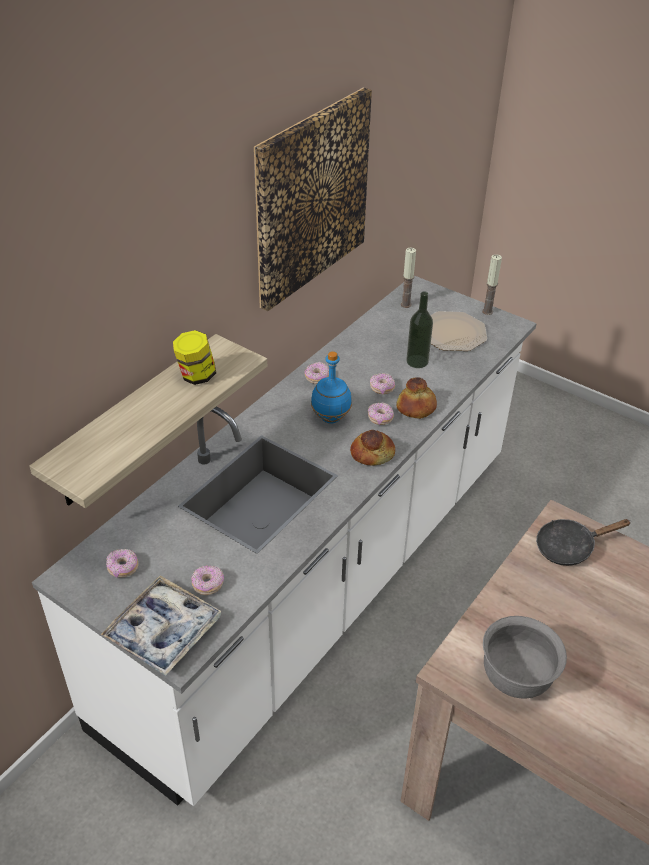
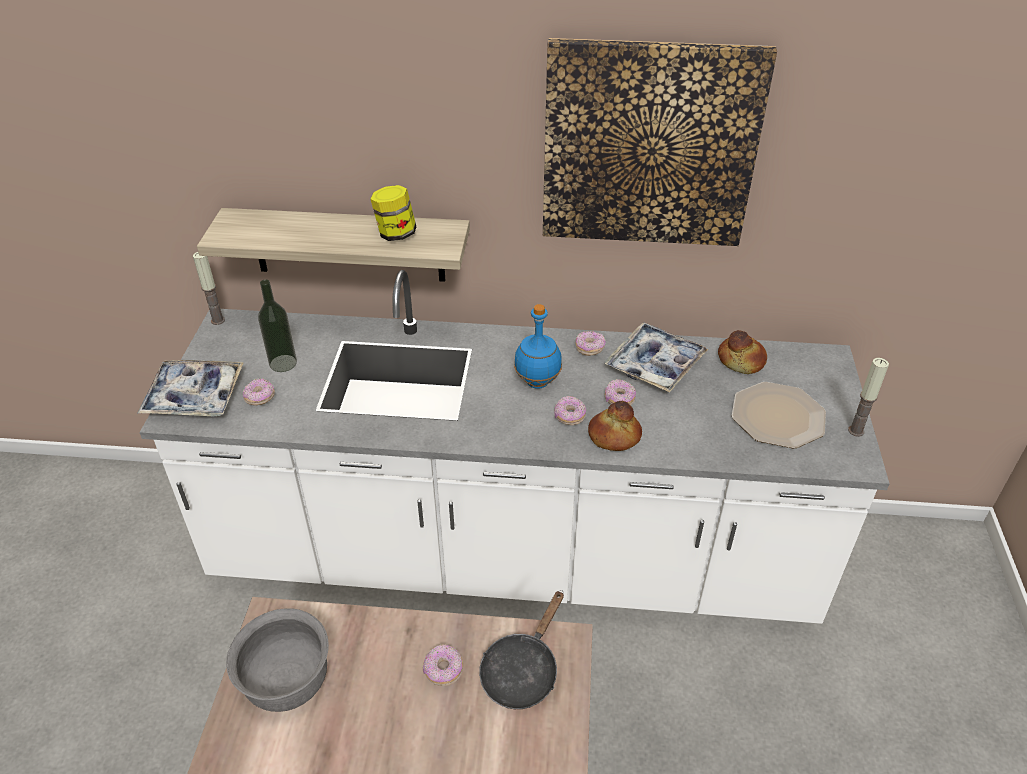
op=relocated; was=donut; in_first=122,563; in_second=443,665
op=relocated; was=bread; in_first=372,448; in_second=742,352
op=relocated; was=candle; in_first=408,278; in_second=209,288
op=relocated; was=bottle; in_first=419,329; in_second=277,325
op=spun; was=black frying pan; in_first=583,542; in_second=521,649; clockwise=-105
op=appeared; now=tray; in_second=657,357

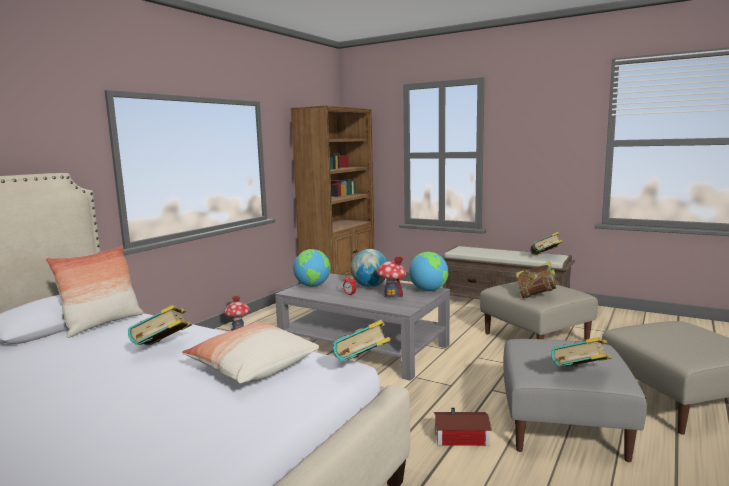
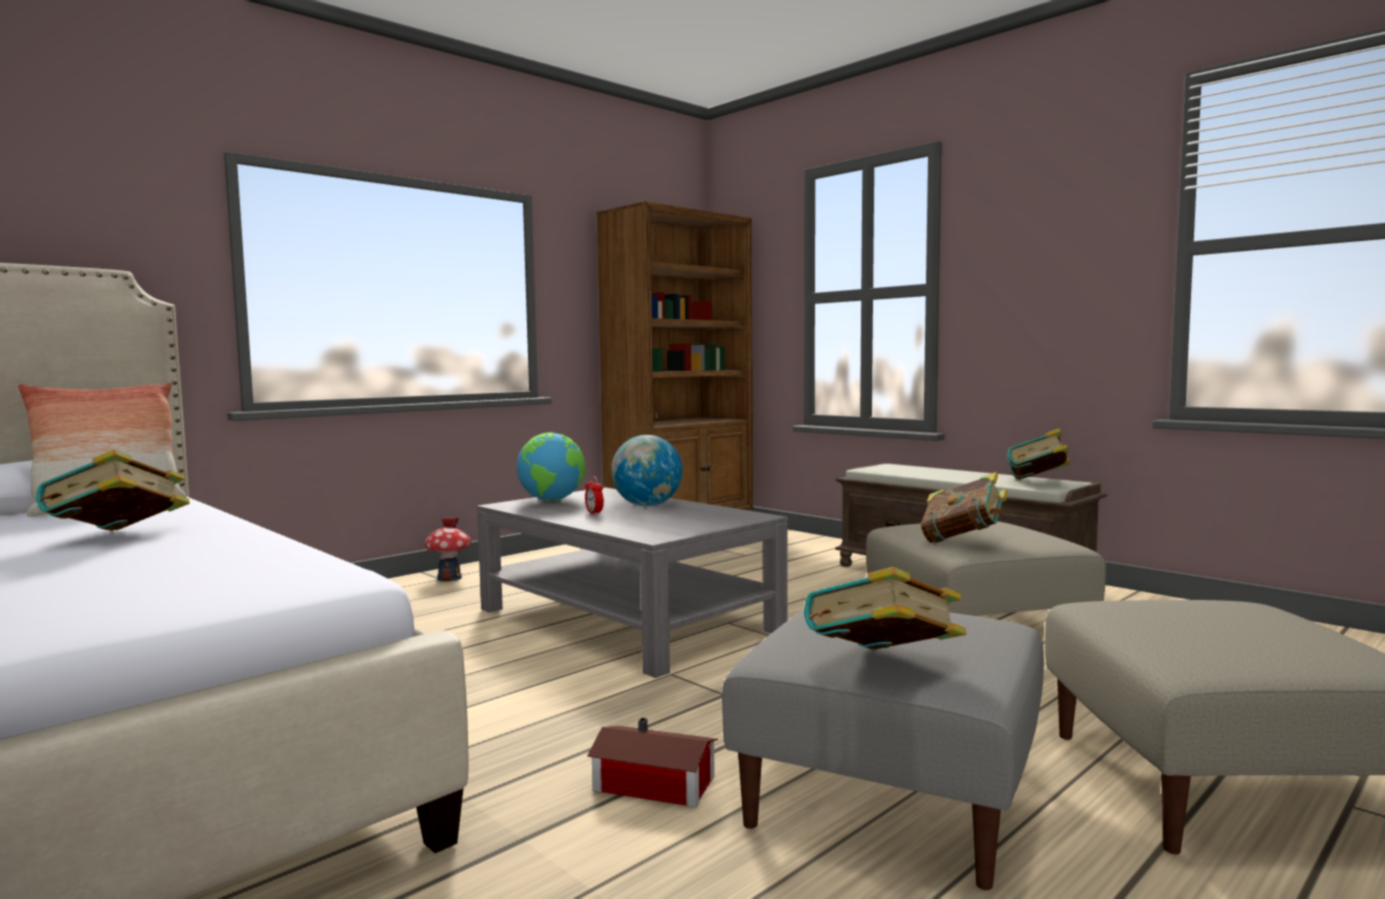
op=missing; was=pillow; in_first=250,353
op=missing; was=book; in_first=362,340
op=missing; was=toy house; in_first=391,276
op=missing; was=globe; in_first=428,271

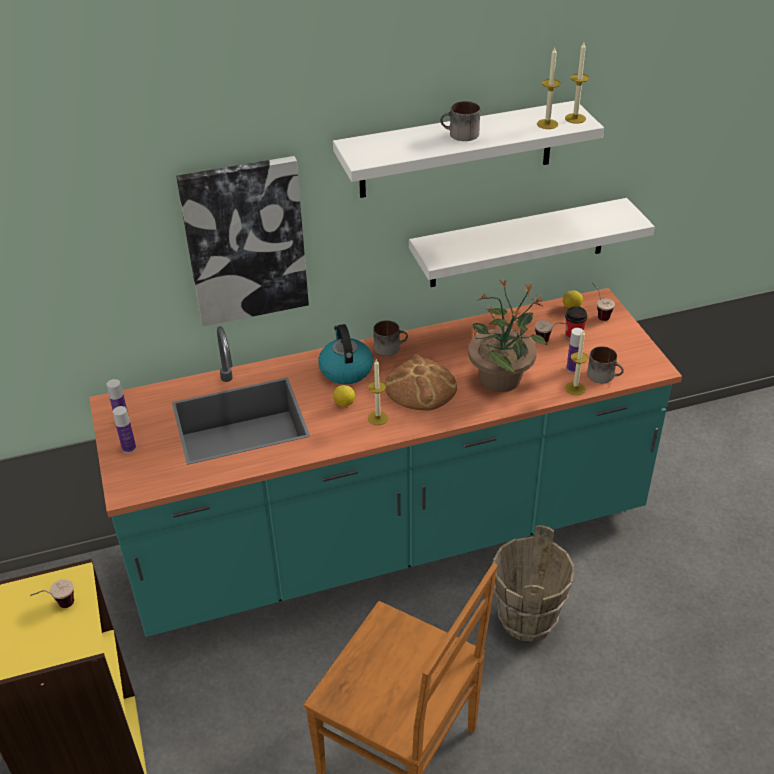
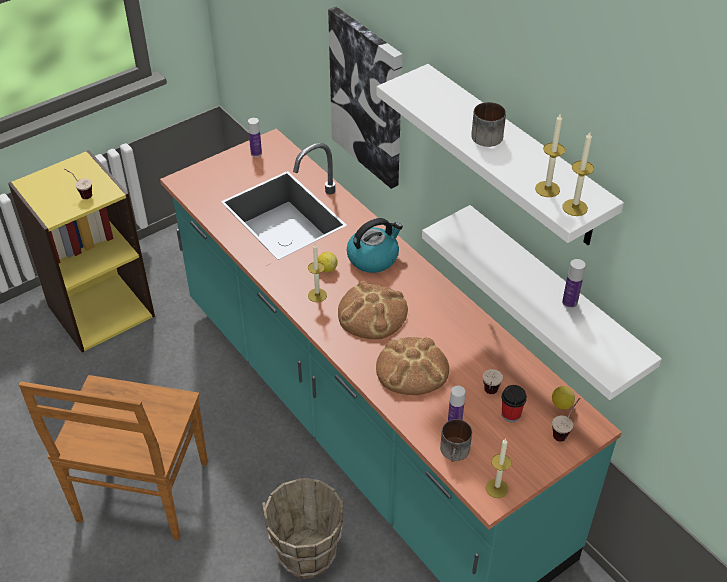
op=relocated; was=bottle; in_first=124,429; in_second=573,283
op=missing; was=mug; in_first=390,338
op=exchanged; was=potted plant; now=bread; in_first=507,336; in_second=412,366
op=relocated; was=candle; in_first=576,362; in_second=498,468

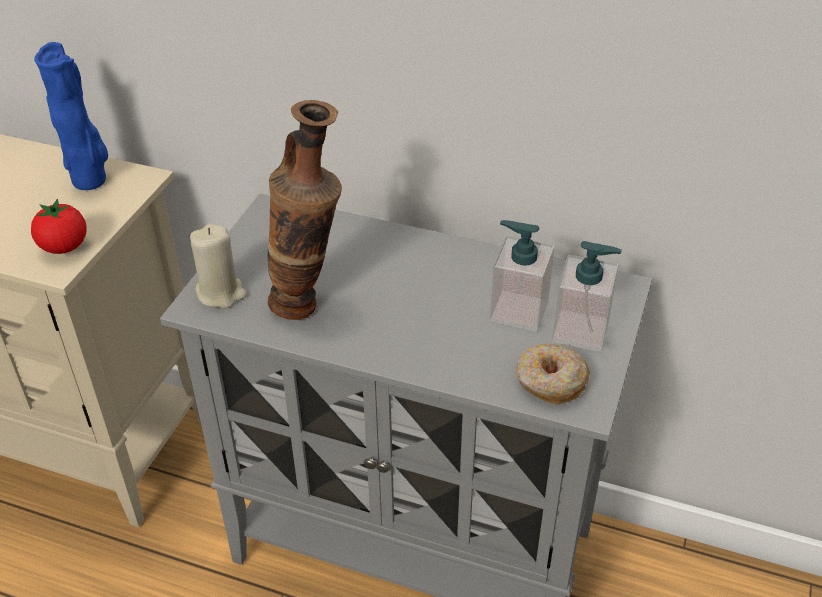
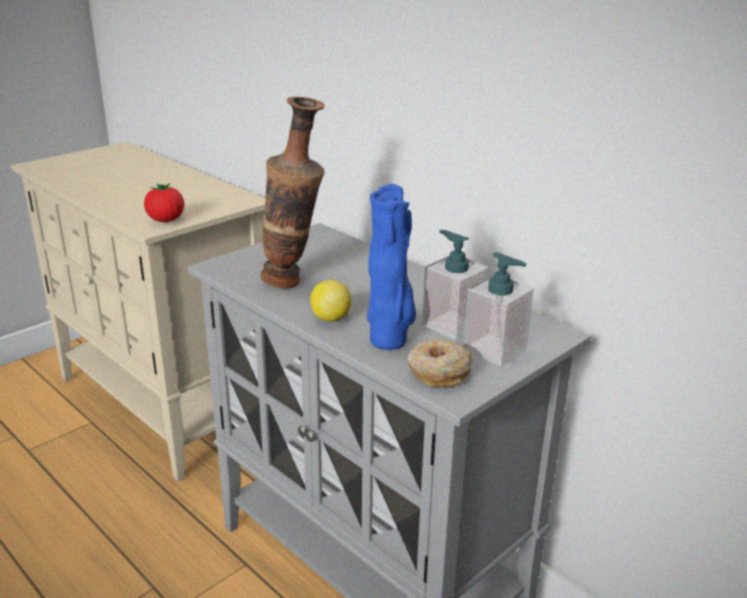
op=relocated; was=blue vase; in_first=71,116; in_second=391,267
op=missing; was=beige candle; in_first=218,266
op=appeared; now=lemon; in_second=330,301

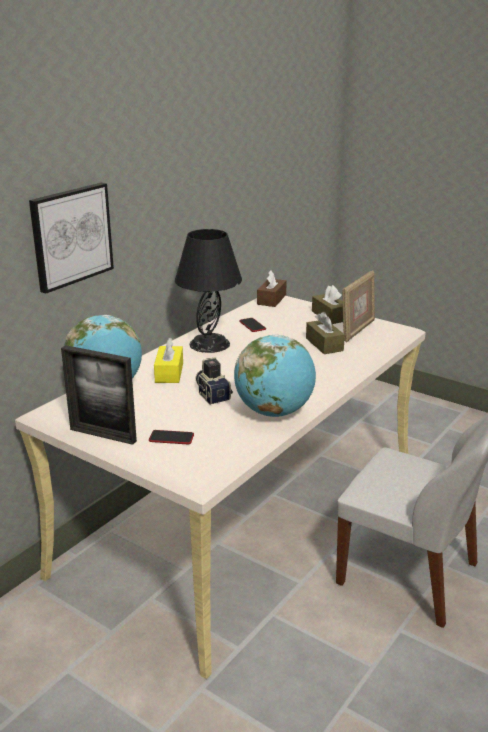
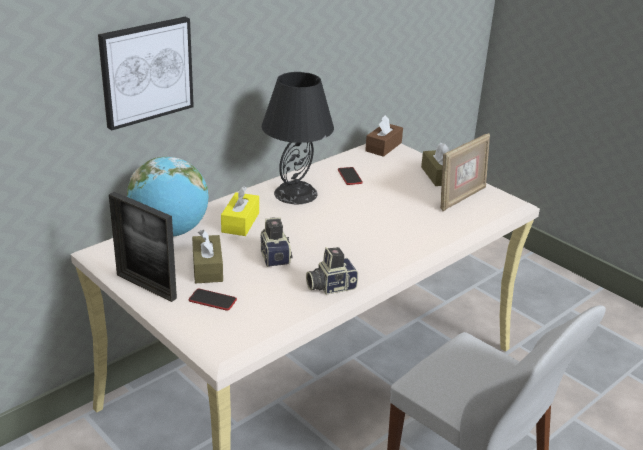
op=exchanged; was=globe; now=photo camera; in_first=275,375; in_second=332,271
op=relocated; was=brown tissue box; in_first=325,333; in_second=207,256

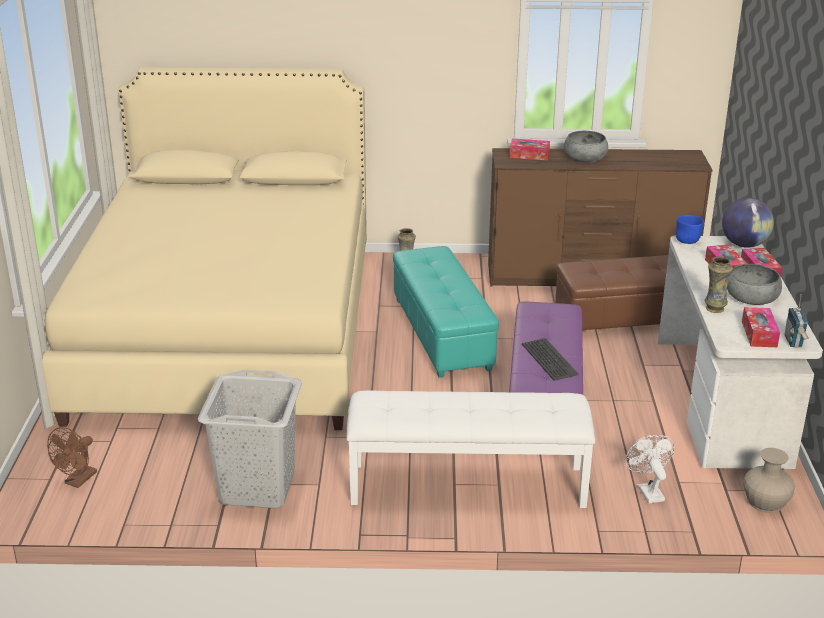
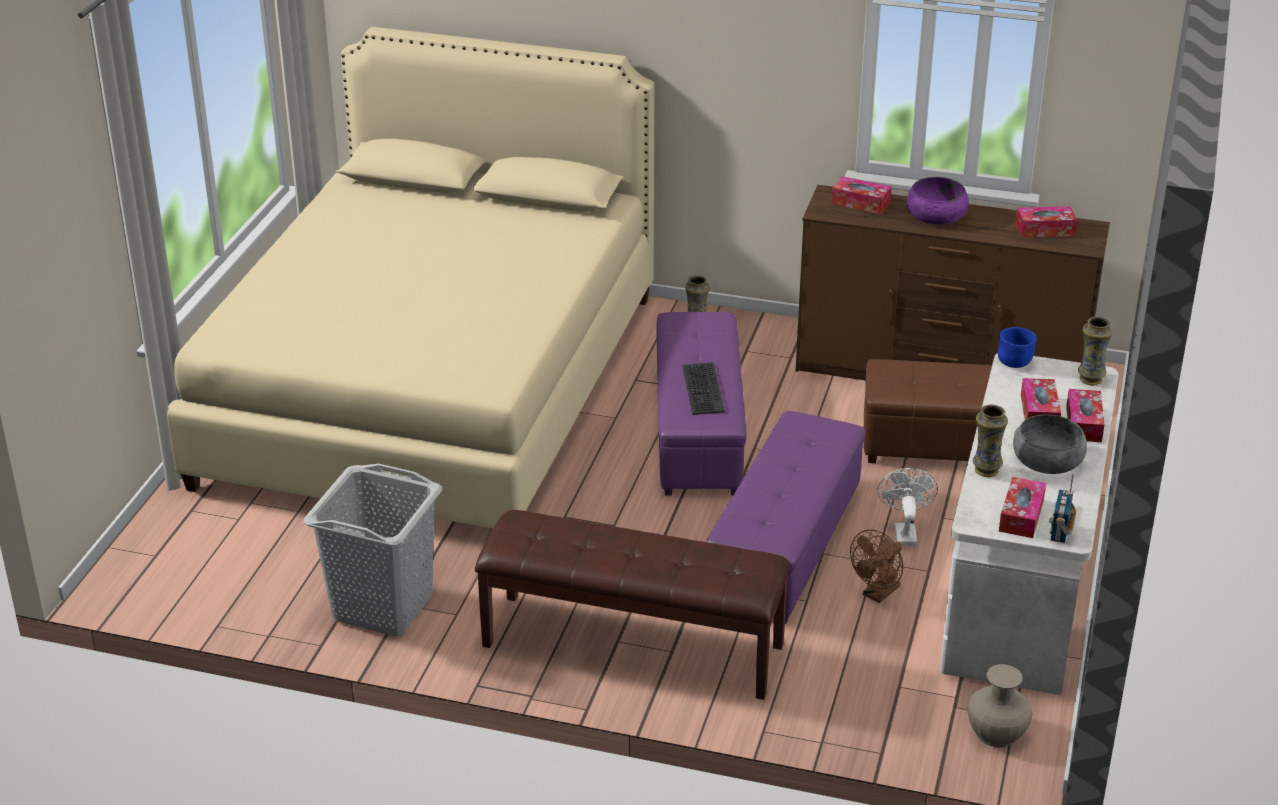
op=relocated; was=brown fan; in_first=72,457; in_second=876,566
op=colour; was=white bench; now=brown bench; in_first=471,449; in_second=632,605
op=colour; was=turquoise ottoman; now=purple ottoman; in_first=446,312; in_second=701,404
op=relocated; was=keyboard; in_first=550,359; in_second=704,388
op=colour; was=grey bowl; now=purple bowl; in_first=586,146; in_second=938,201
op=relocated; was=white fan; in_first=650,469; in_second=907,507
op=exchanged; was=globe; now=vase; in_first=748,223; in_second=1095,350
op=appeared; now=tissue box; in_second=1046,222

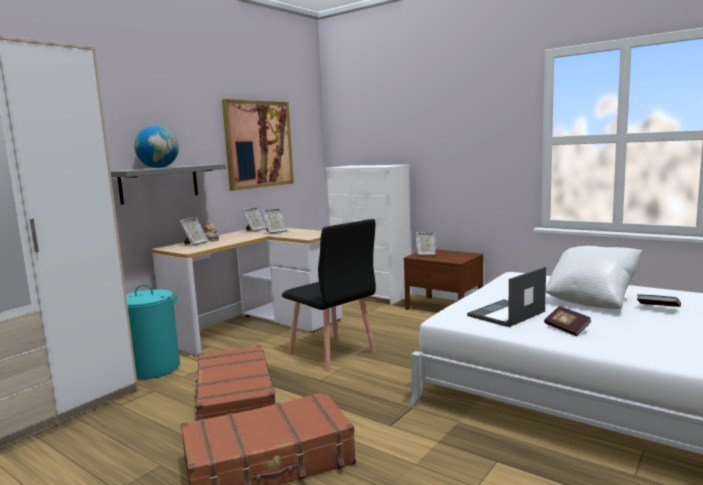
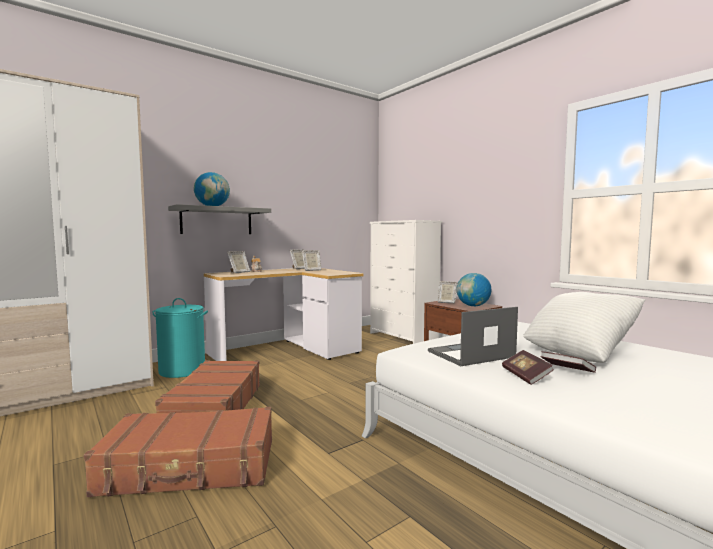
op=missing; was=picture; in_first=258,145
op=missing; was=black chair; in_first=329,295
op=relocated; was=book; in_first=659,301; in_second=568,362
op=appeared; now=globe; in_second=474,289

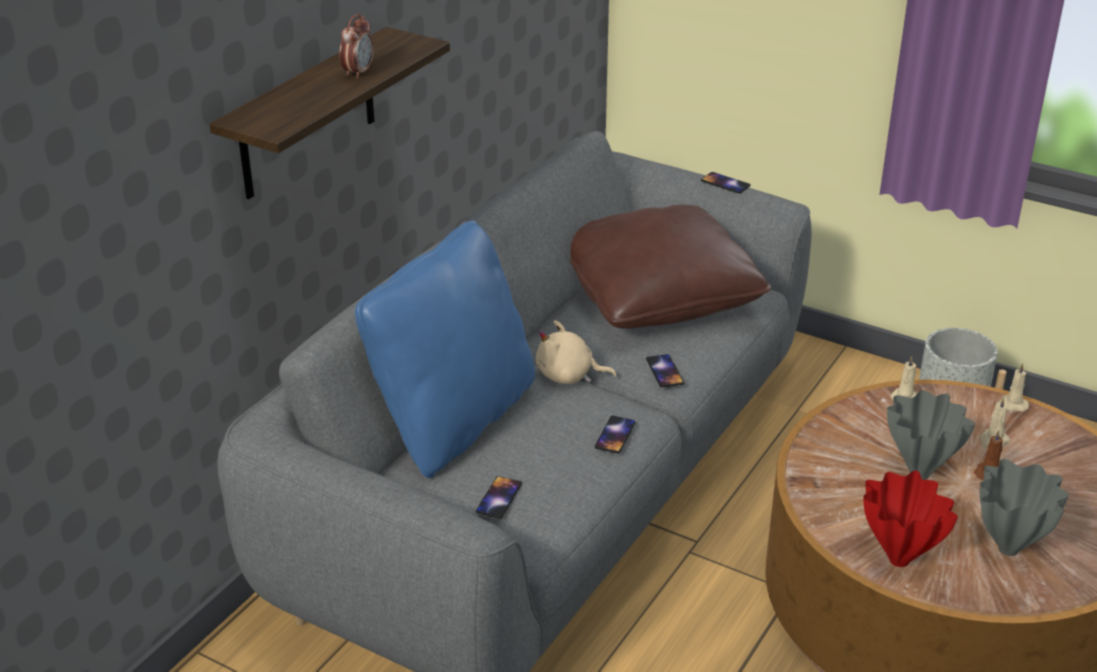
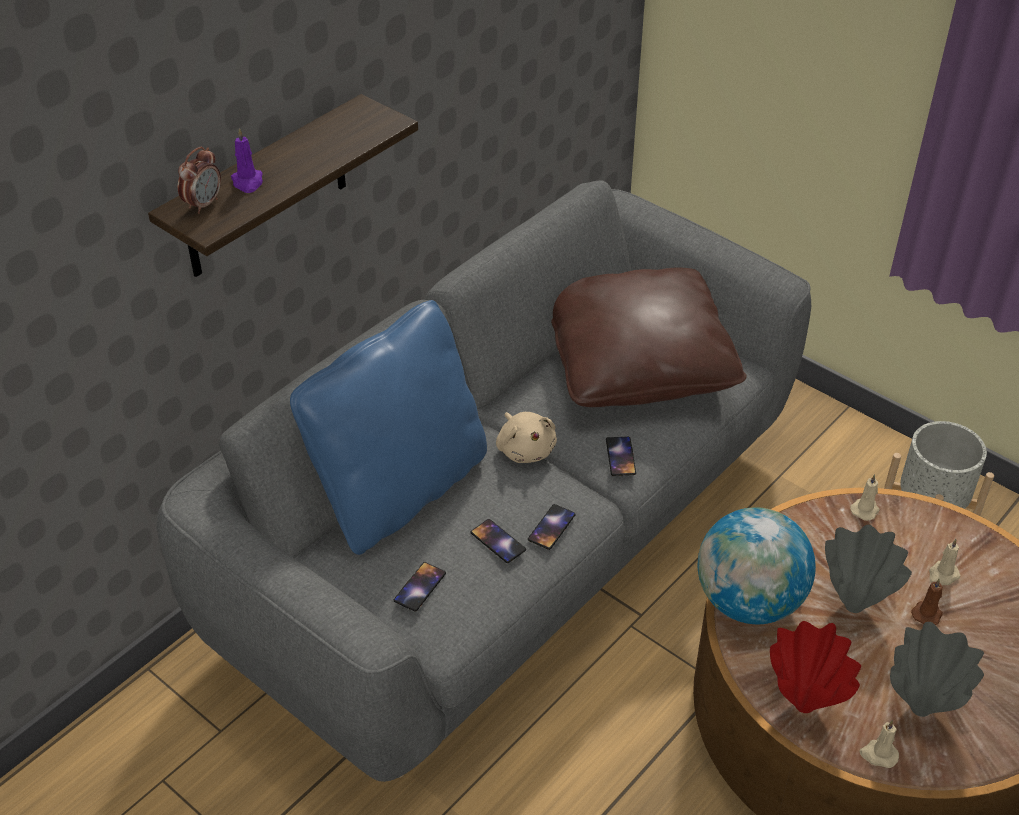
op=relocated; was=alarm clock; in_first=357,46; in_second=199,180
op=spun; was=beige plush toy; in_first=576,352; in_second=526,437; clockwise=-135
op=relocated; was=phone; in_first=726,183; in_second=498,541
op=relocated; was=beige candle; in_first=1012,387; in_second=879,744
op=appeared; now=purple candle; in_second=247,160
op=appeared; now=globe; in_second=757,565

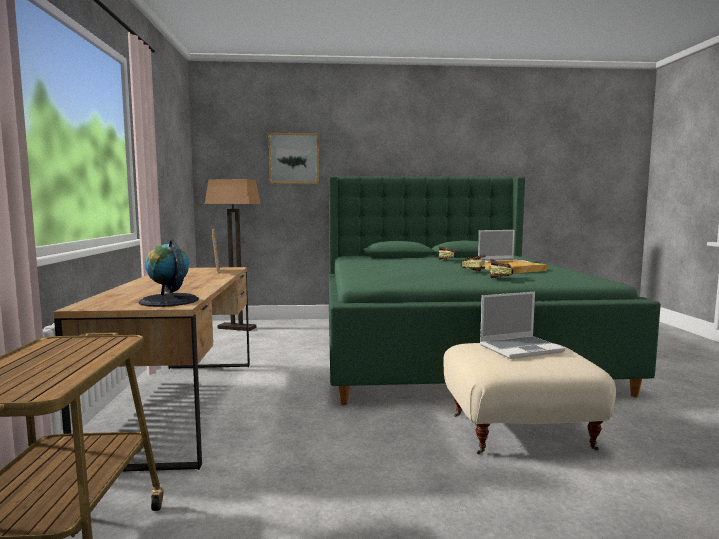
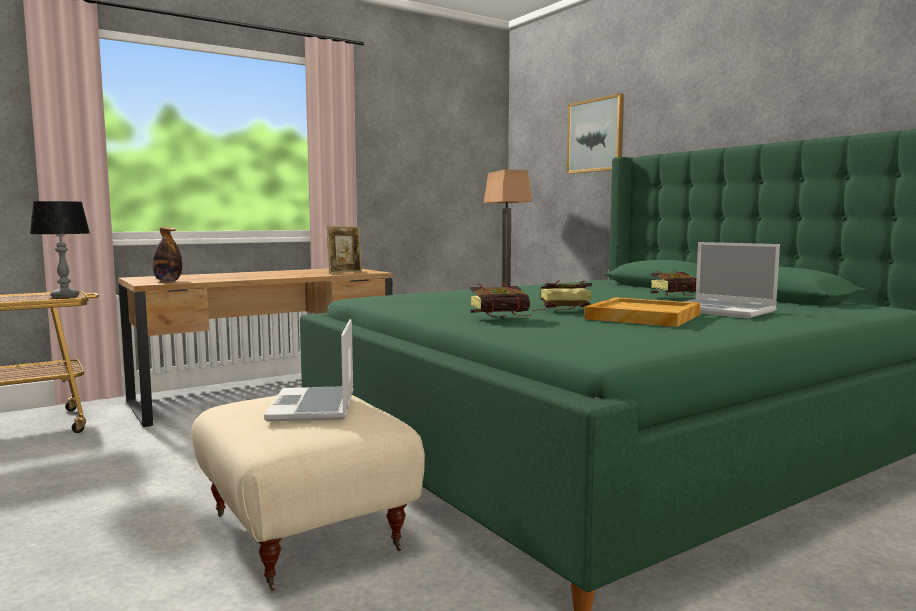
op=exchanged; was=globe; now=bottle; in_first=168,273; in_second=167,254
op=spun; was=laptop; in_first=522,325; in_second=308,370; clockwise=45
op=appeared; now=table lamp; in_second=59,249

